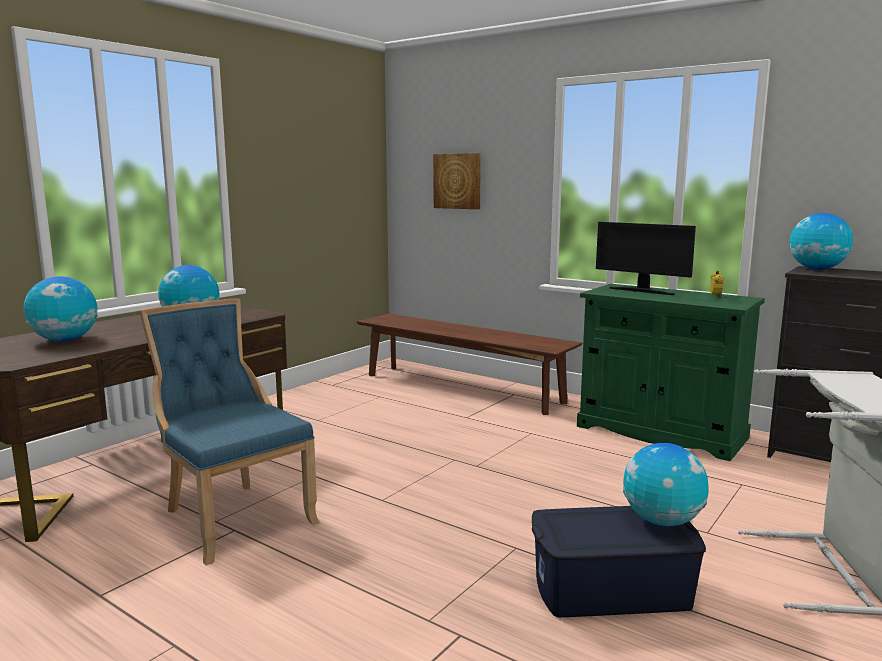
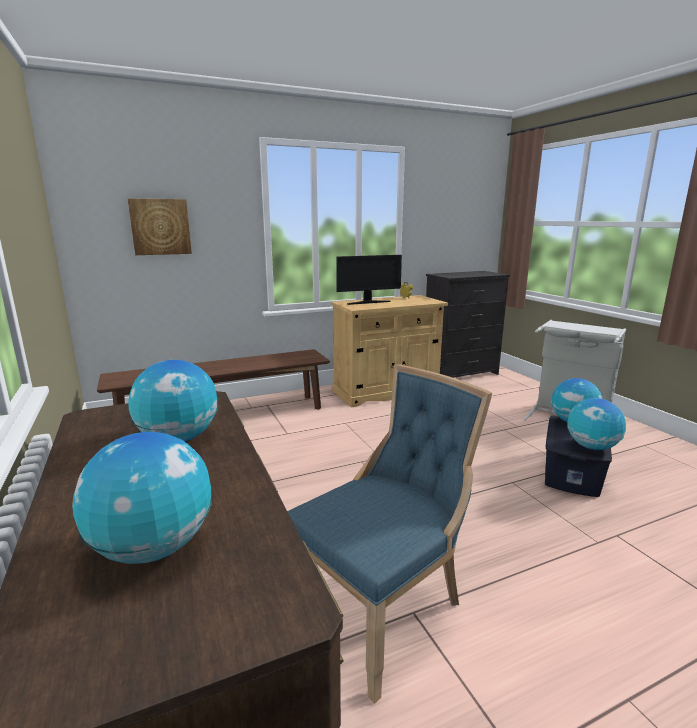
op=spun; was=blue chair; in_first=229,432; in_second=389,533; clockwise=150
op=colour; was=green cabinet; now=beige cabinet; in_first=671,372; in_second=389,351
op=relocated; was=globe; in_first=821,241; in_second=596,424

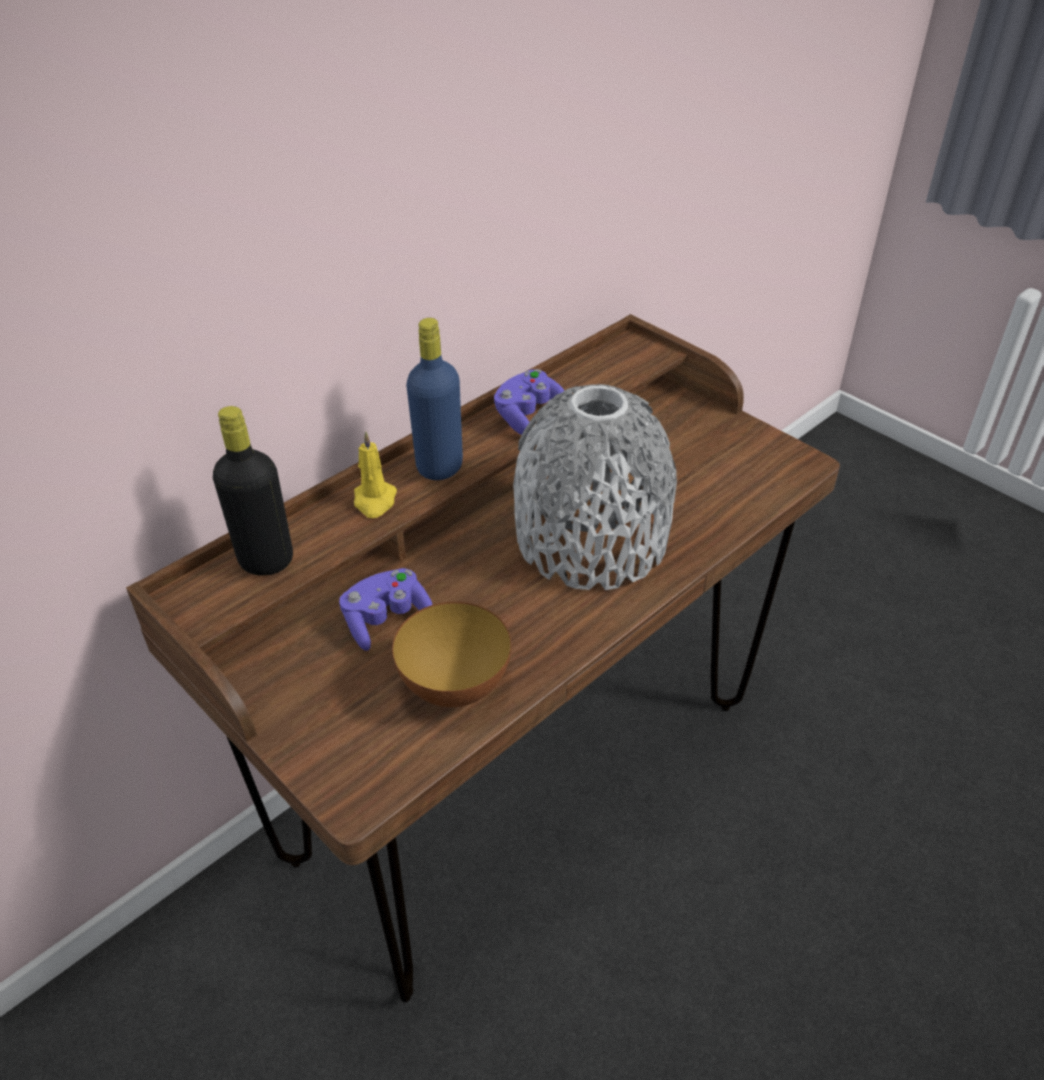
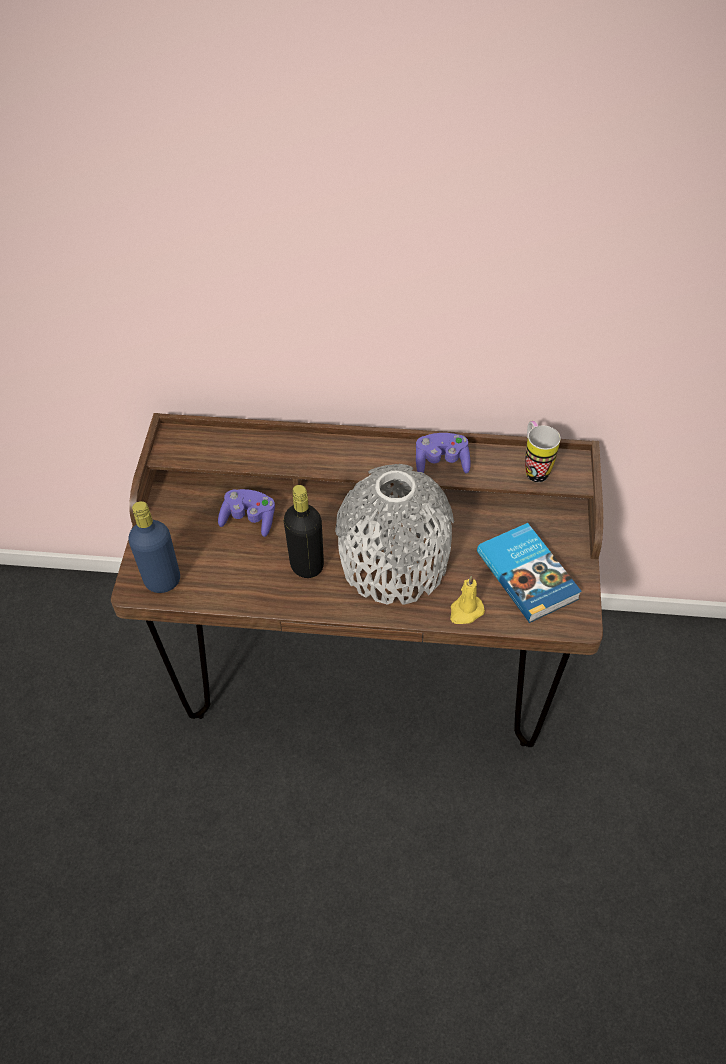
op=relocated; was=black bottle; in_first=253,491; in_second=304,531
op=relocated; was=yellow candle; in_first=375,474; in_second=467,600
op=missing; was=bowl; in_first=451,654
op=relocated; was=blue bottle; in_first=434,399; in_second=154,547
op=appeared; now=book; in_second=529,573
op=appeared; now=mug; in_second=543,451

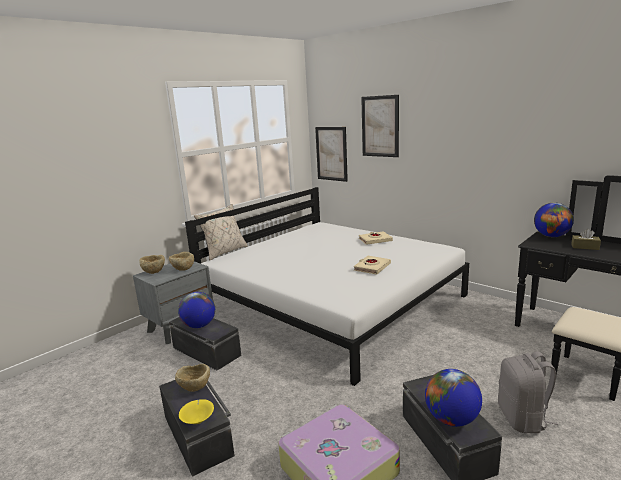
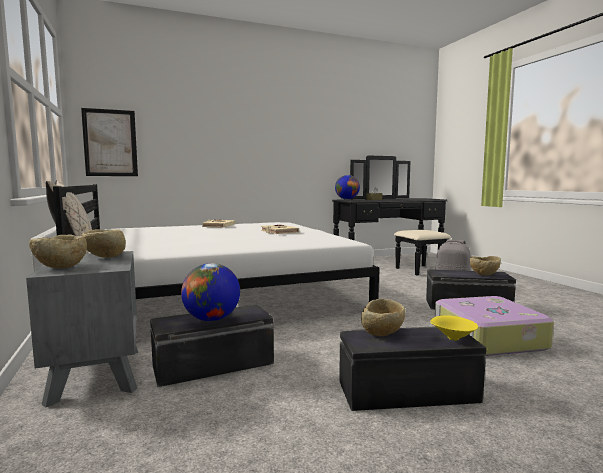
op=missing; was=picture; in_first=380,126
op=exchanged; was=globe; now=beige bowl; in_first=453,398; in_second=485,265

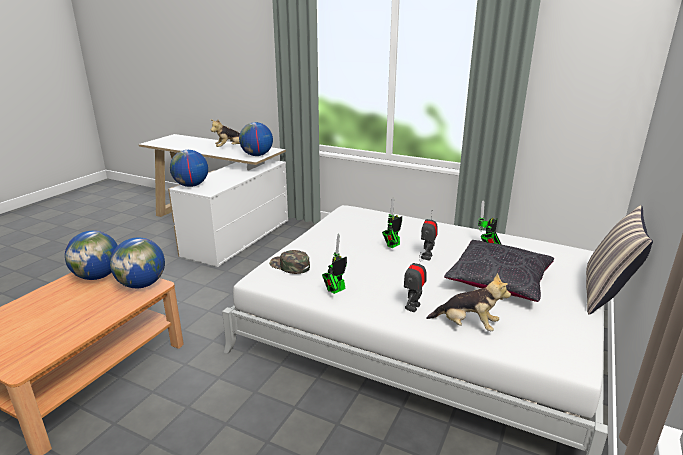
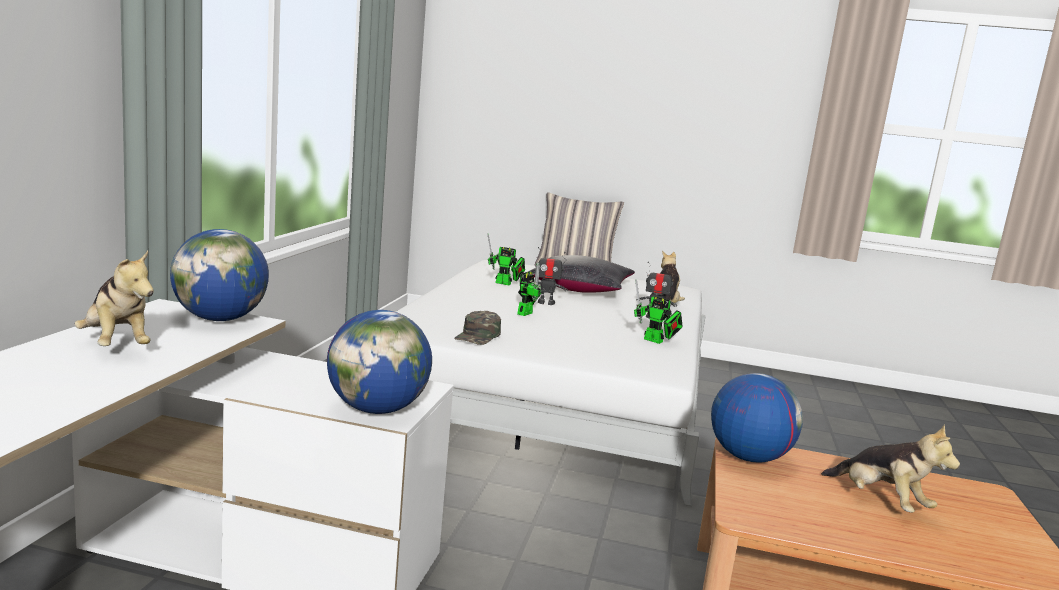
op=missing; was=globe; in_first=91,255
op=relocated; was=green cap; in_first=289,262; in_second=477,328
op=spun; was=toy robot; in_first=392,223; in_second=529,289; clockwise=-90
op=appeared; now=plush toy; in_second=890,468

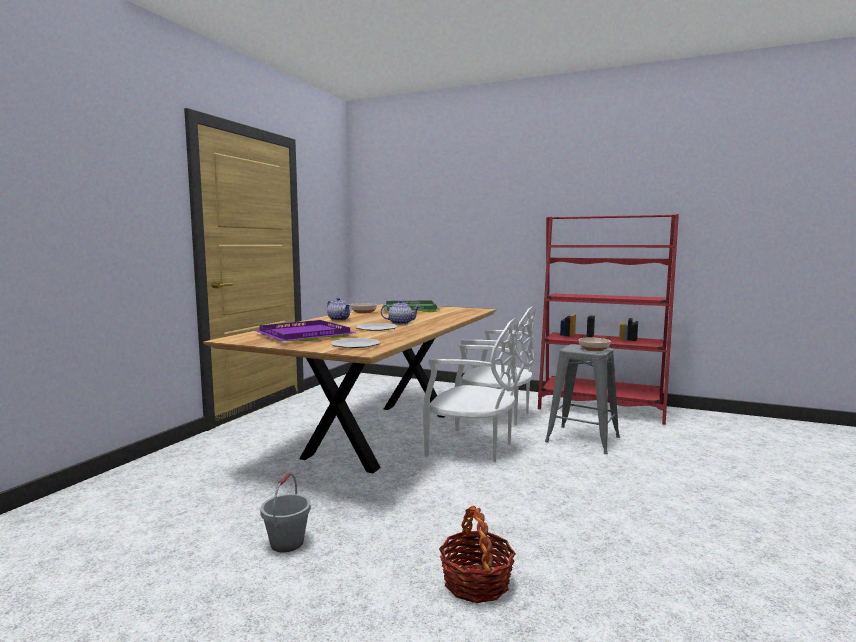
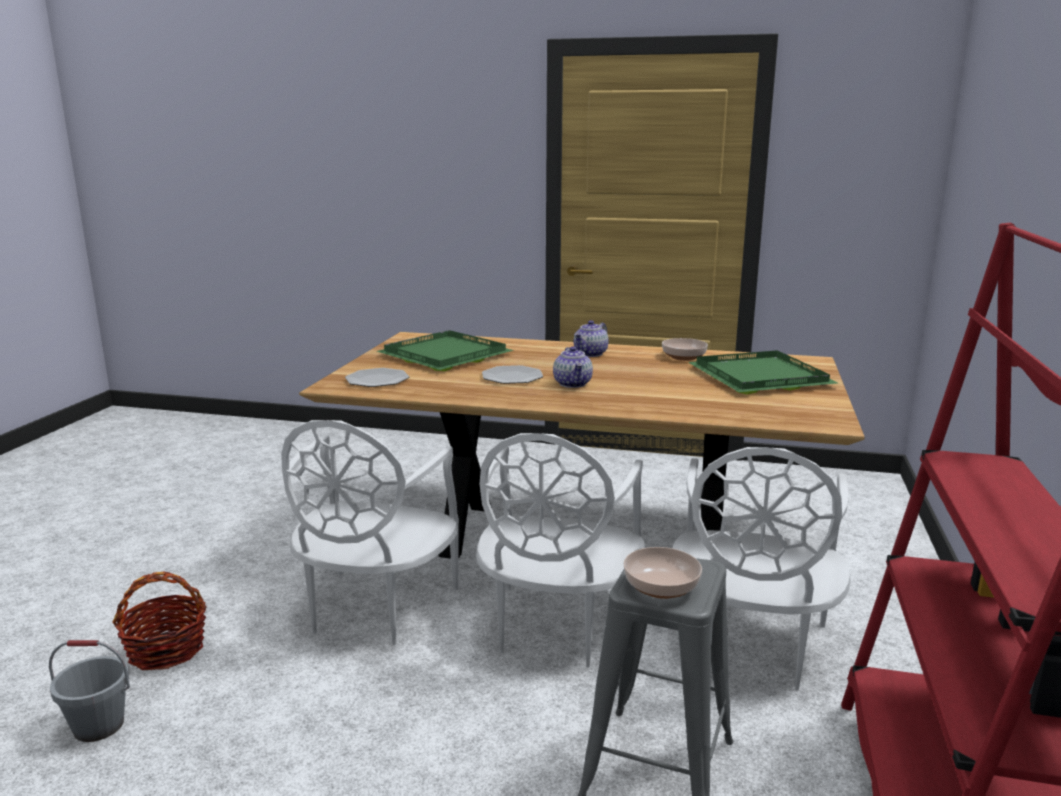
op=colour; was=purple tray; now=green tray; in_first=304,331; in_second=445,350
op=relocated; was=grey bucket; in_first=285,512; in_second=89,691
op=appeared; now=white chair; in_second=370,532

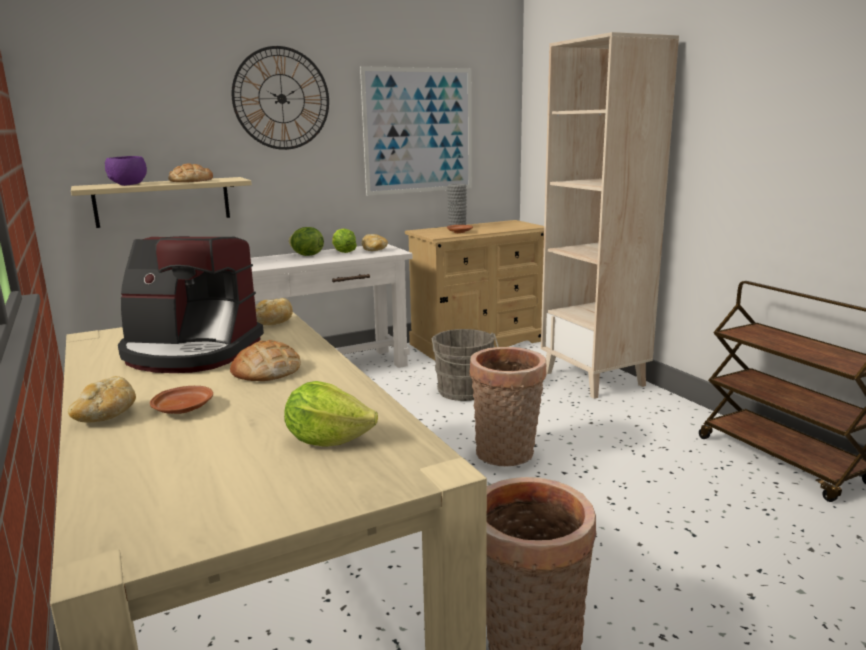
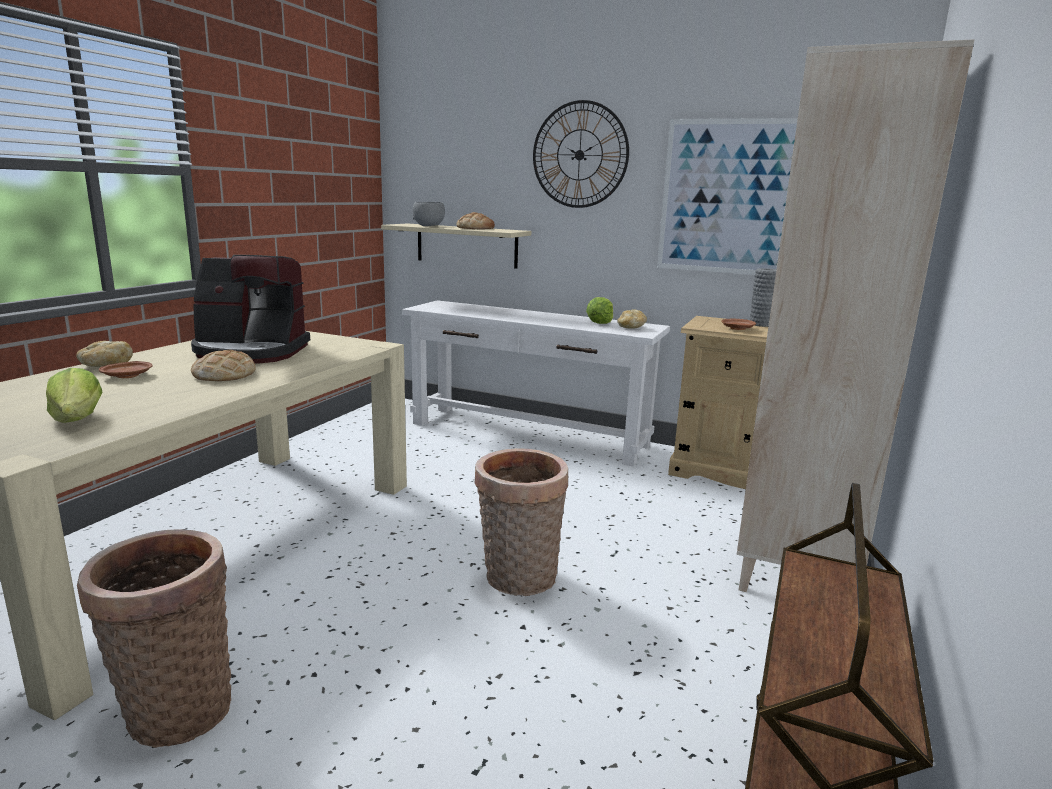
op=colour; was=purple bowl; now=grey bowl; in_first=126,171; in_second=428,214
op=spun; was=coffee machine; in_first=191,304; in_second=250,309; clockwise=-60
op=missing; was=bread; in_first=274,311
op=missing; was=lettuce; in_first=306,241
op=missing; was=grey bucket; in_first=465,365

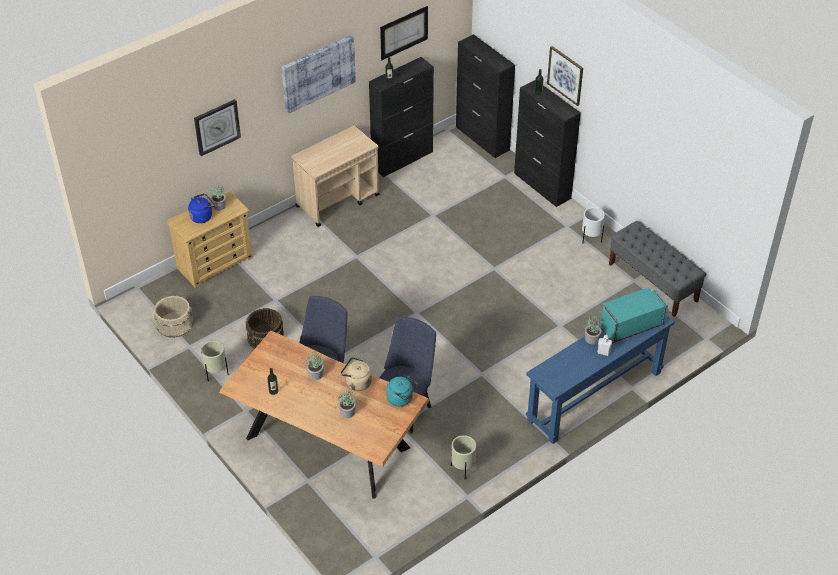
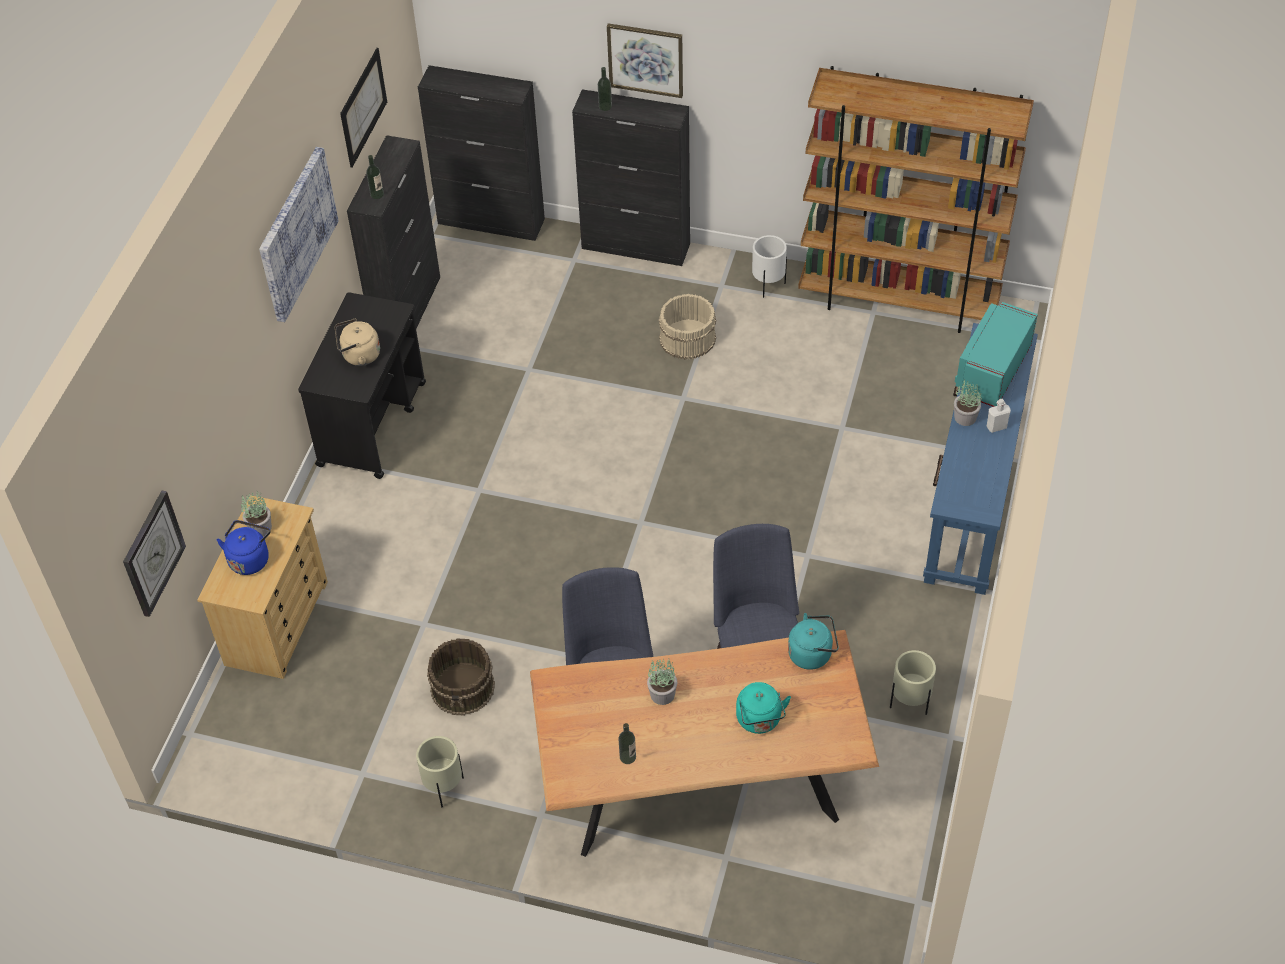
op=relocated; was=beige bucket; in_first=174,317; in_second=687,327
op=relocated; was=wall clock; in_first=217,127; in_second=154,554
op=colour; was=beige cart; now=black cart; in_first=335,176; in_second=362,385
op=exchanged; was=potted plant; now=turquoise kettle; in_first=347,404; in_second=763,708
op=relocated; was=beige kettle; in_first=356,374; in_second=357,342
op=exchanged; was=grey bench; now=brown bookcase; in_first=657,269; in_second=916,199

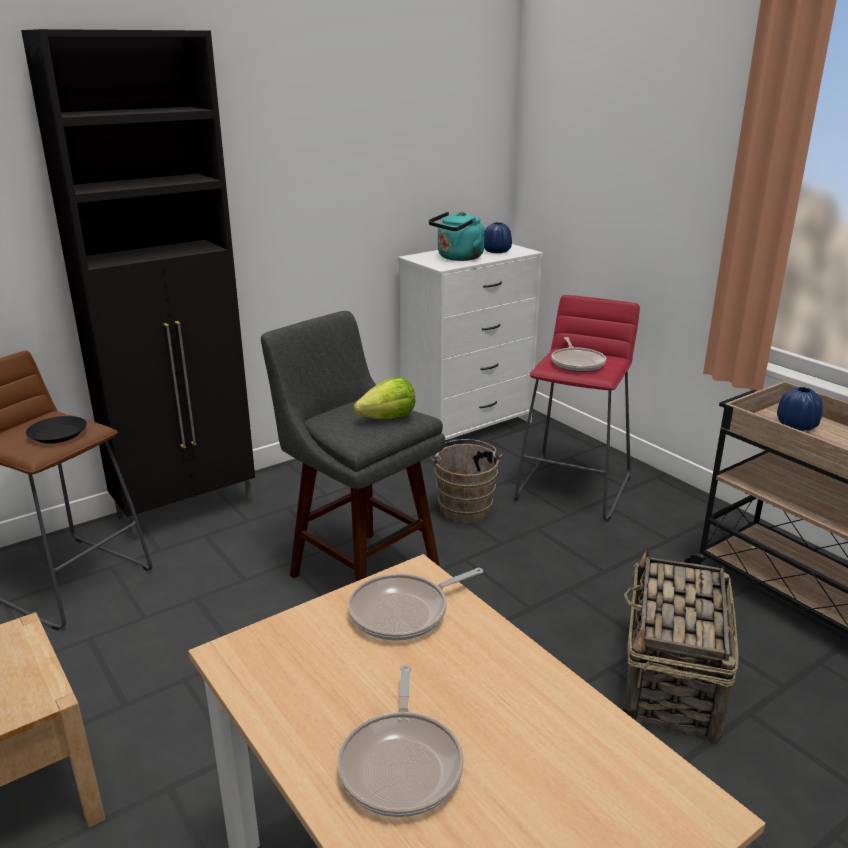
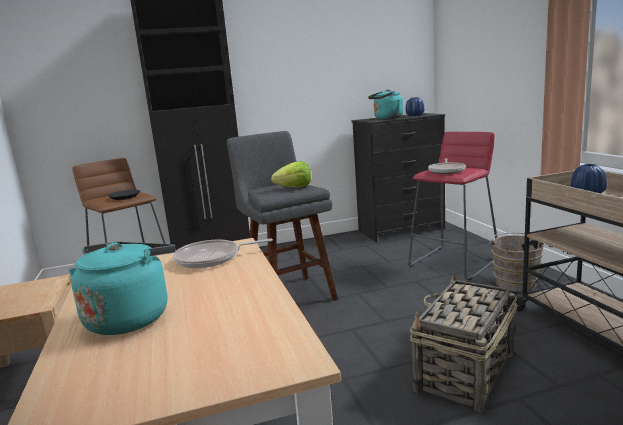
op=exchanged; was=frying pan; now=turquoise kettle; in_first=401,741; in_second=122,288
op=colour; was=white dresser; now=black dresser; in_first=470,342; in_second=398,177
op=relocated; was=brown bucket; in_first=467,481; in_second=516,262

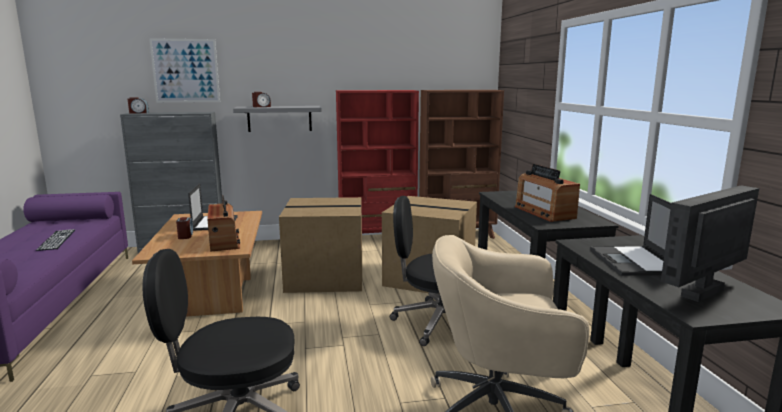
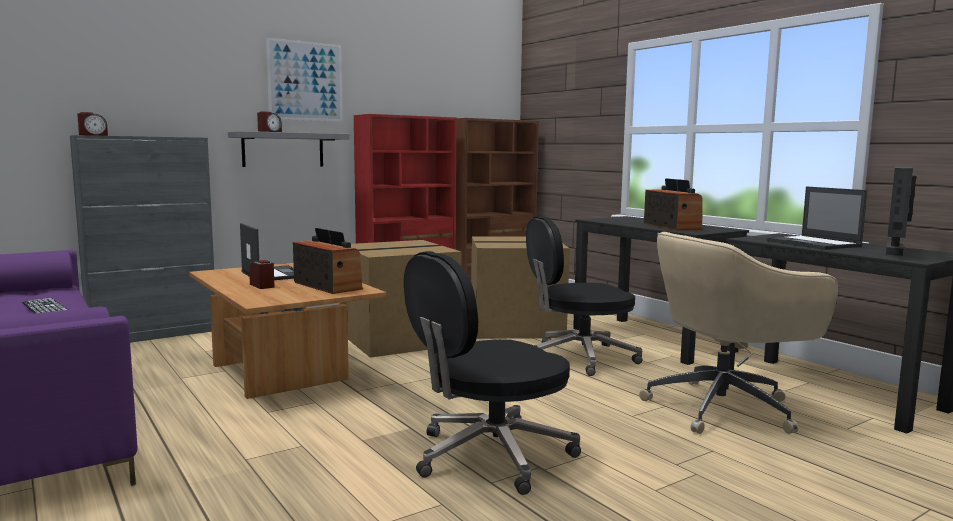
op=relocated; was=picture; in_first=184,70; in_second=304,80
op=spun; was=radio; in_first=547,193; in_second=673,204; clockwise=-150

